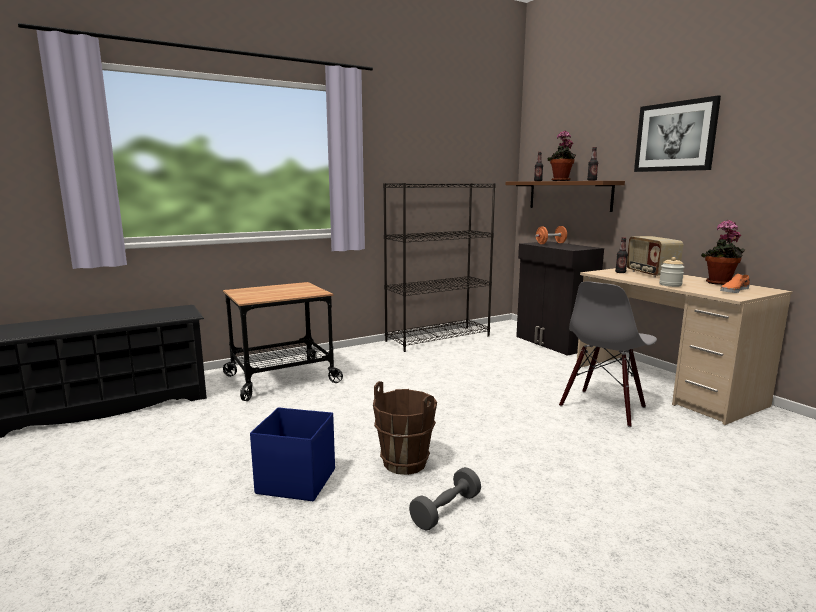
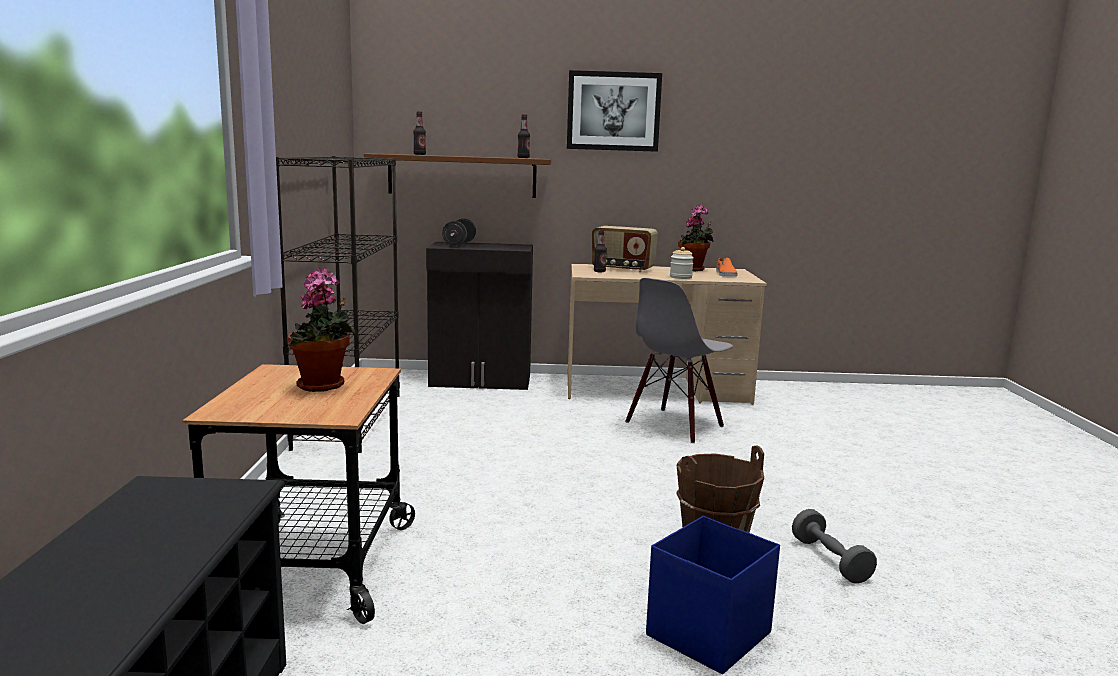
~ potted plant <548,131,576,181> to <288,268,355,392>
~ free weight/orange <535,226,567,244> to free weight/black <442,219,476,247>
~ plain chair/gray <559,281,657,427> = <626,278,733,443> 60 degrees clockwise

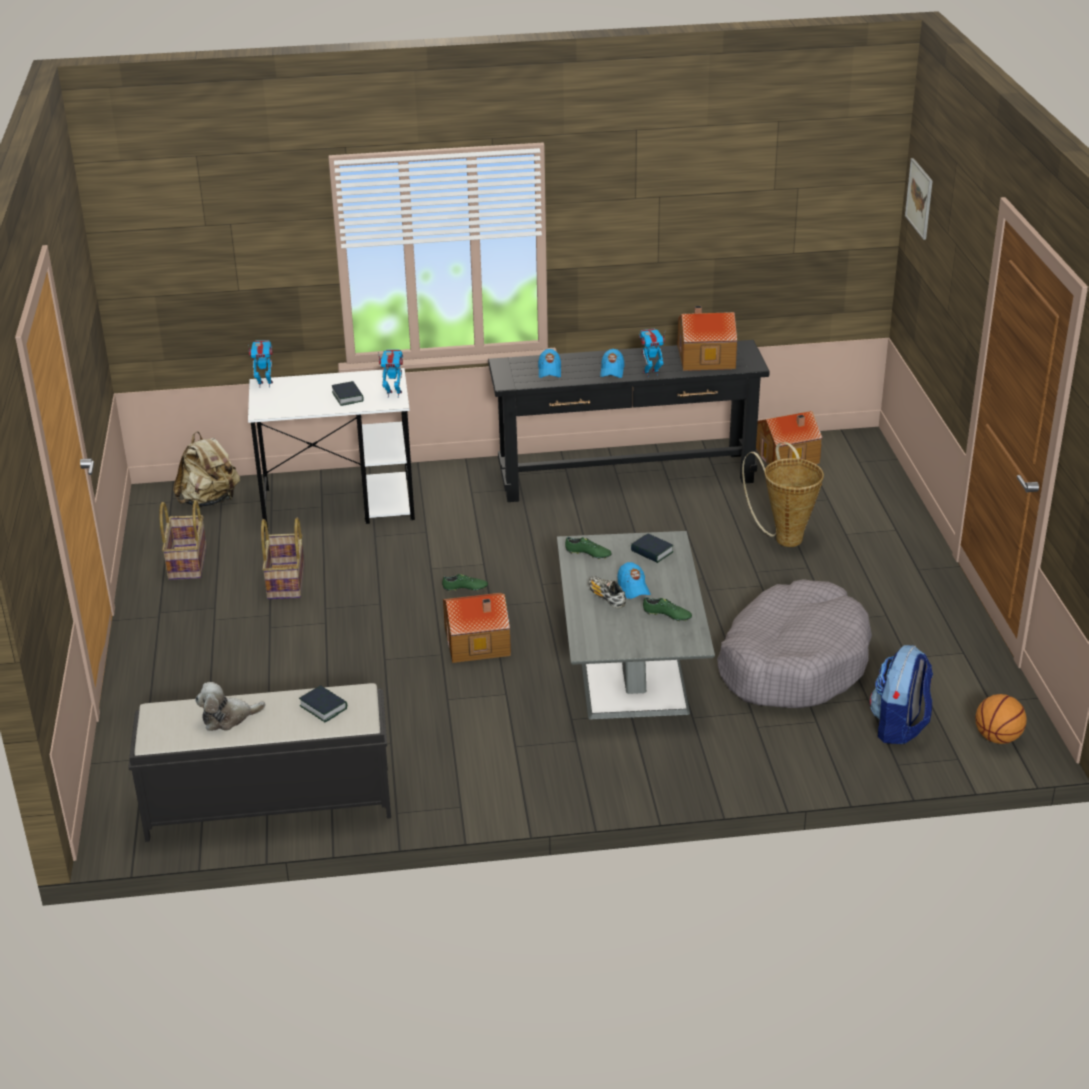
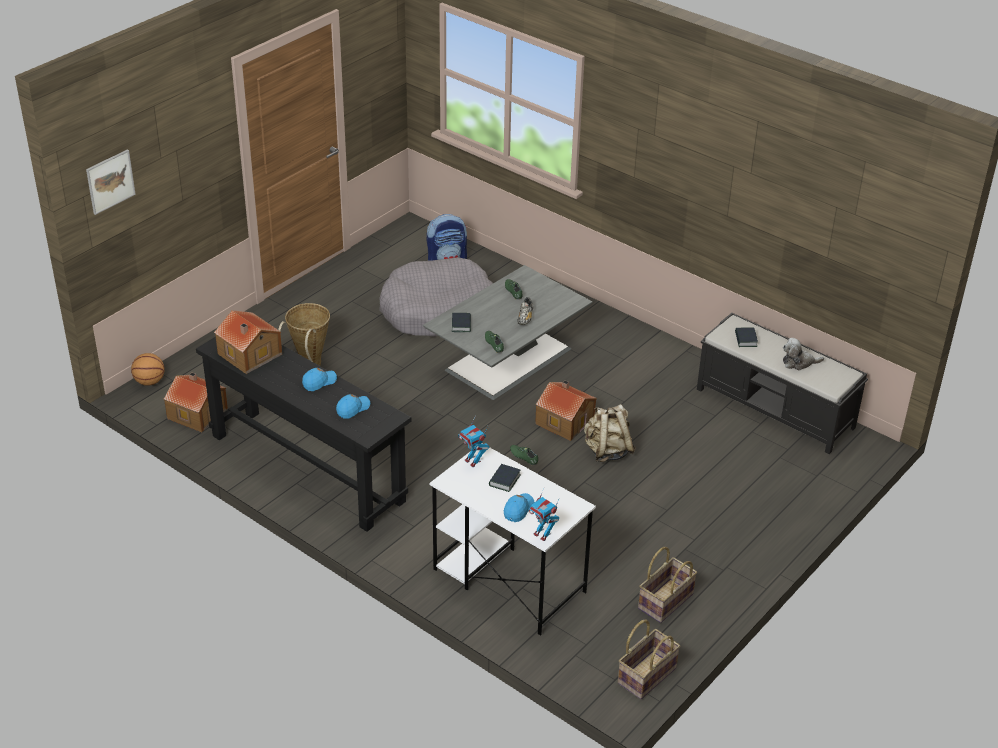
- robot figure <639,328,666,377>
~ backpack/beige <173,431,240,507> to <584,404,636,462>
~ household basket <261,518,304,599> to <618,620,680,699>
~ cap/blue <617,562,651,599> to <504,493,534,522>
~ cuddly toy <195,682,266,731> = <783,338,824,370> 150 degrees clockwise
~ basketball <975,694,1027,744> to <131,353,165,386>

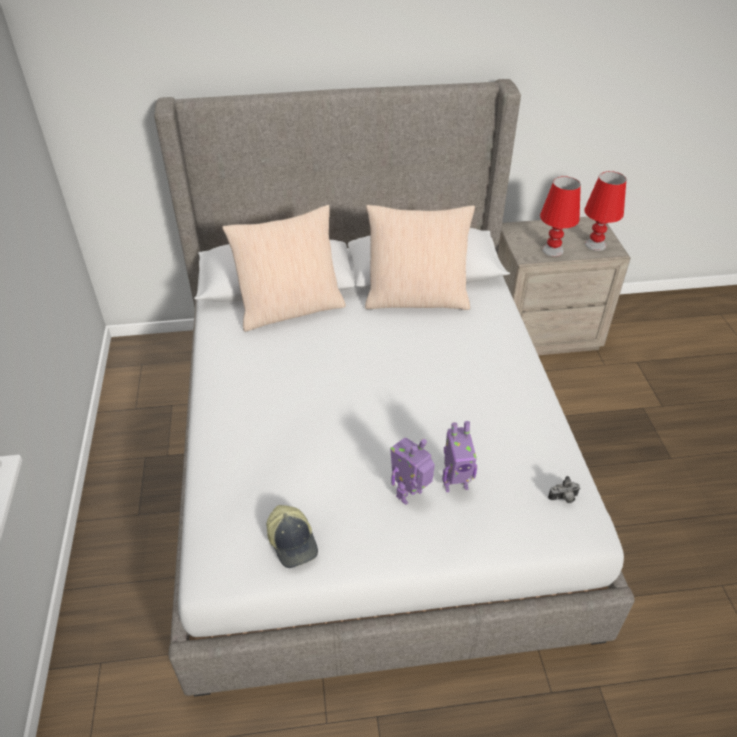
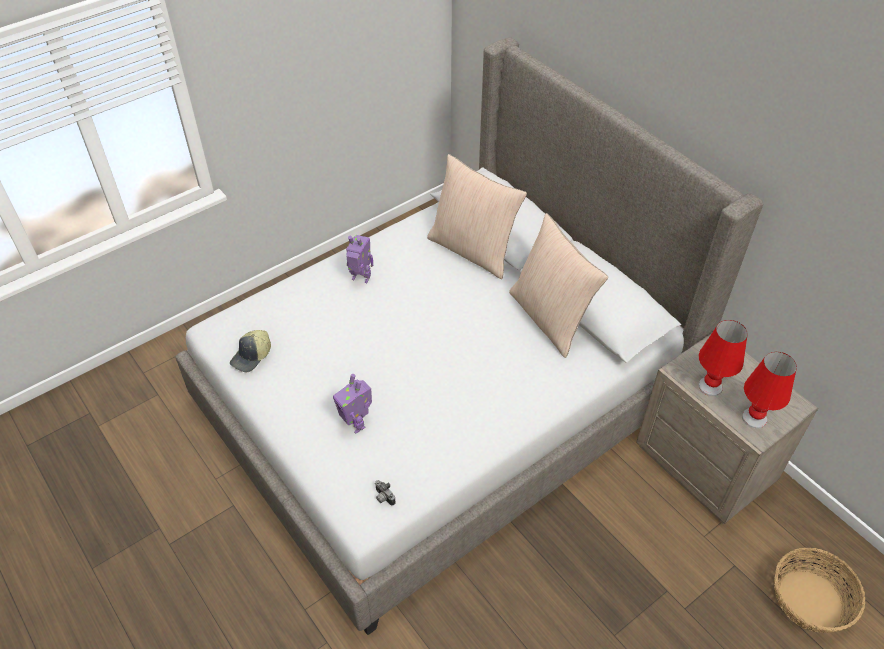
~ robot figure <390,438,435,505> to <346,235,373,283>
+ household basket <774,548,865,633>

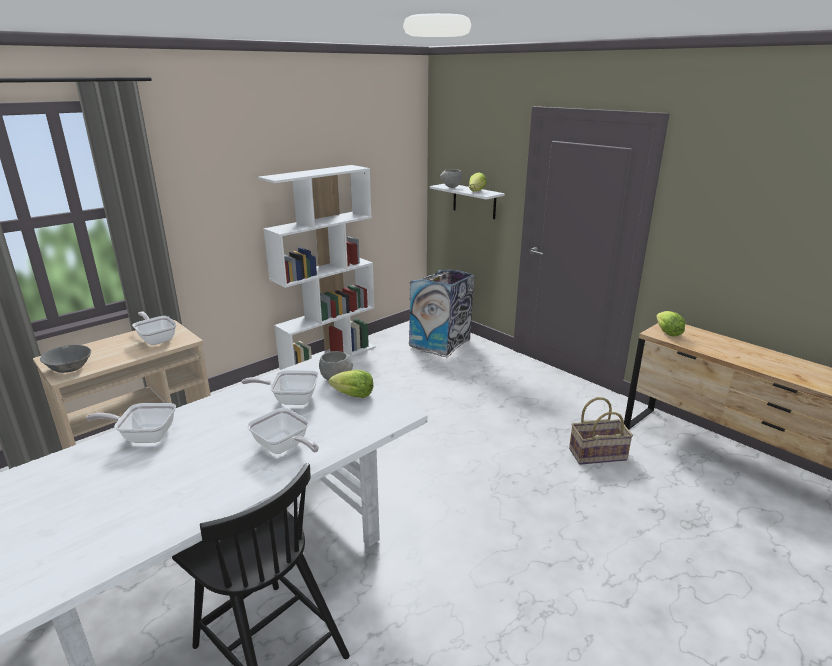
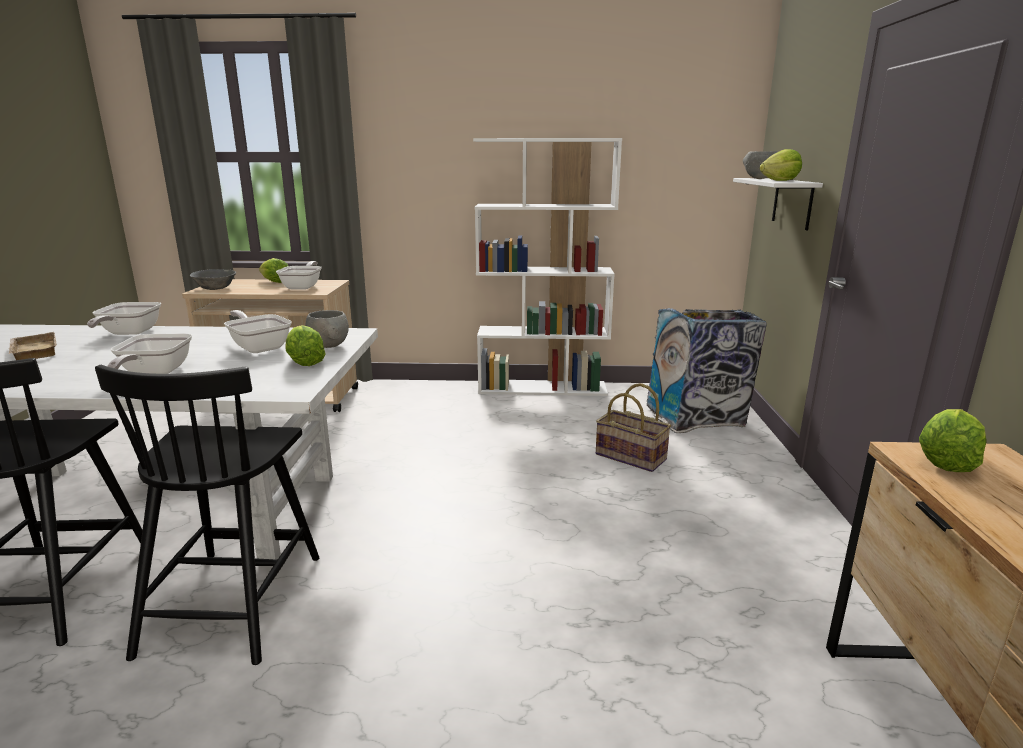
~ household basket <569,397,633,465> to <596,383,671,472>
~ skillet <86,403,176,443> = <87,302,161,335> 135 degrees counterclockwise
+ lettuce <259,258,288,283>
+ carrying tray/beige <9,332,57,360>
+ plain chair/black <95,365,319,665>

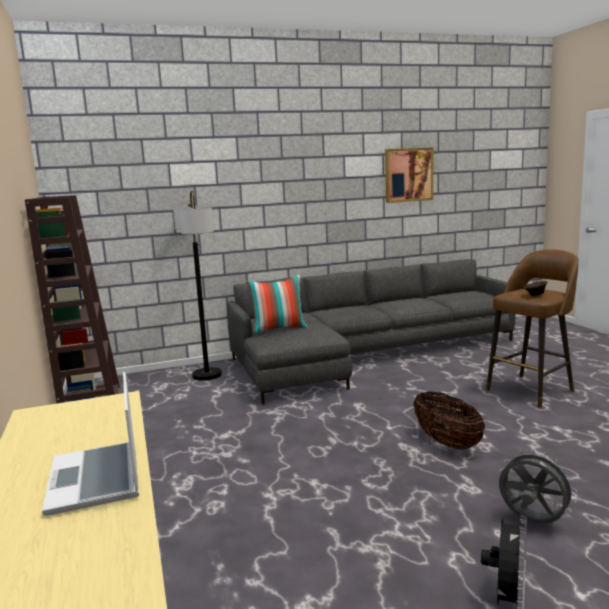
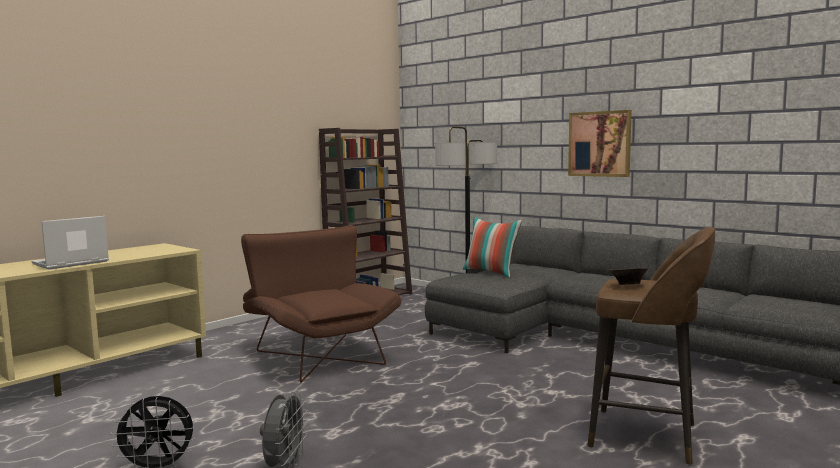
~ wall picture <385,148,433,203> to <568,110,632,177>
- household basket <414,392,485,450>
+ armchair/brown <241,225,402,383>

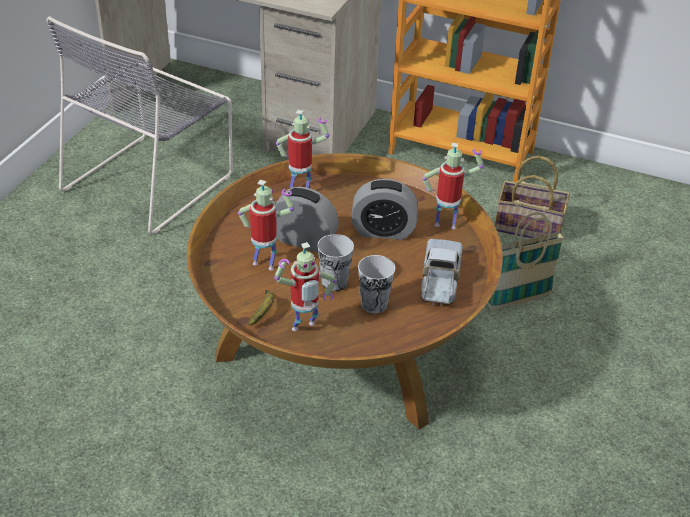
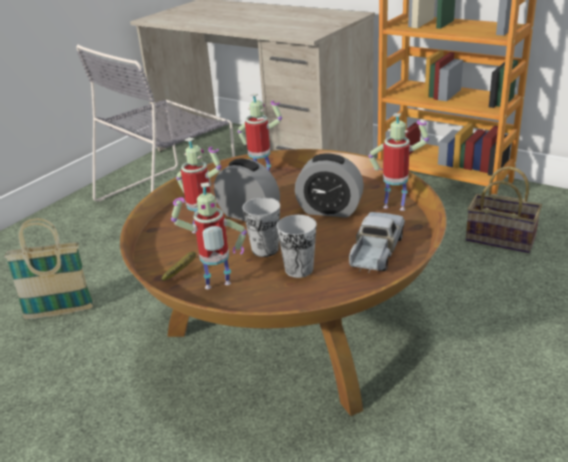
~ household basket <487,212,564,310> to <4,218,93,320>

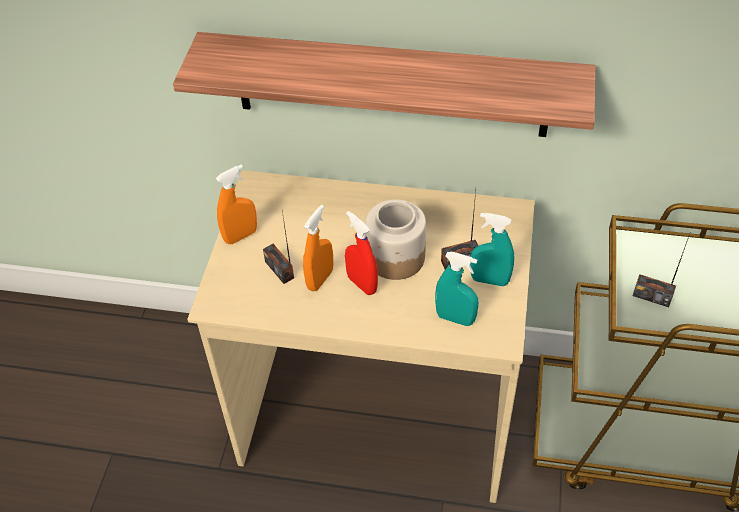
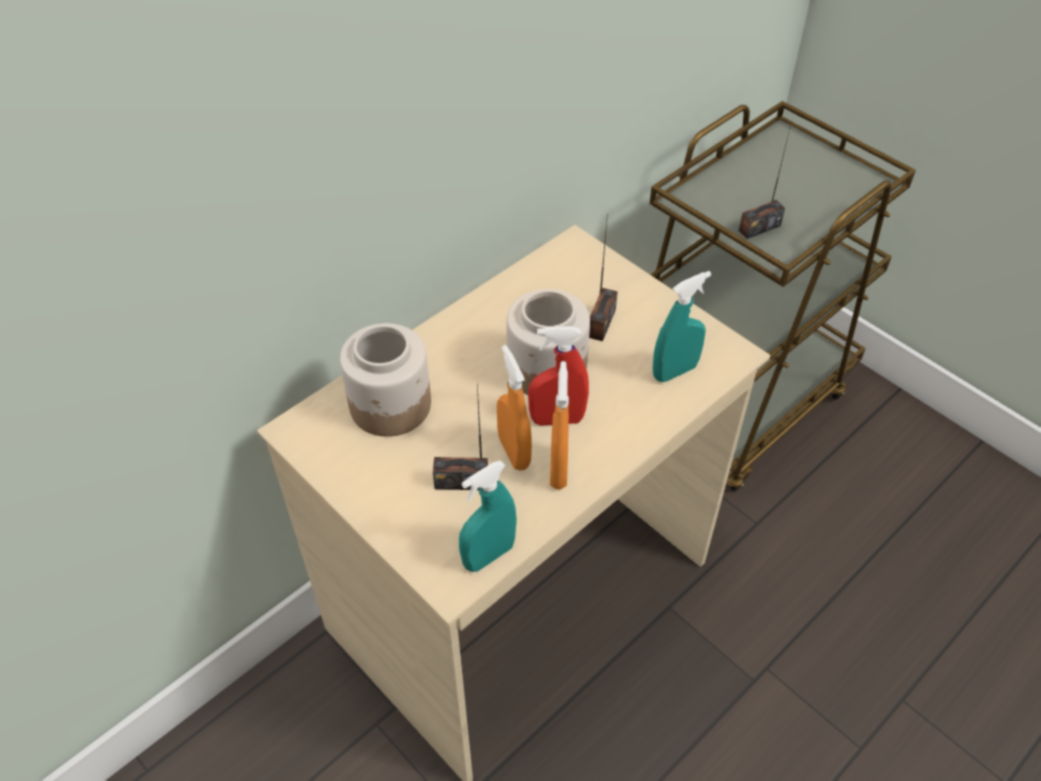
- wall shelf <173,32,596,137>
~ spray bottle/orange <216,164,257,244> to <550,361,569,489>
~ spray bottle/turquoise <470,213,514,286> to <459,461,517,572>
+ jar <340,323,431,437>

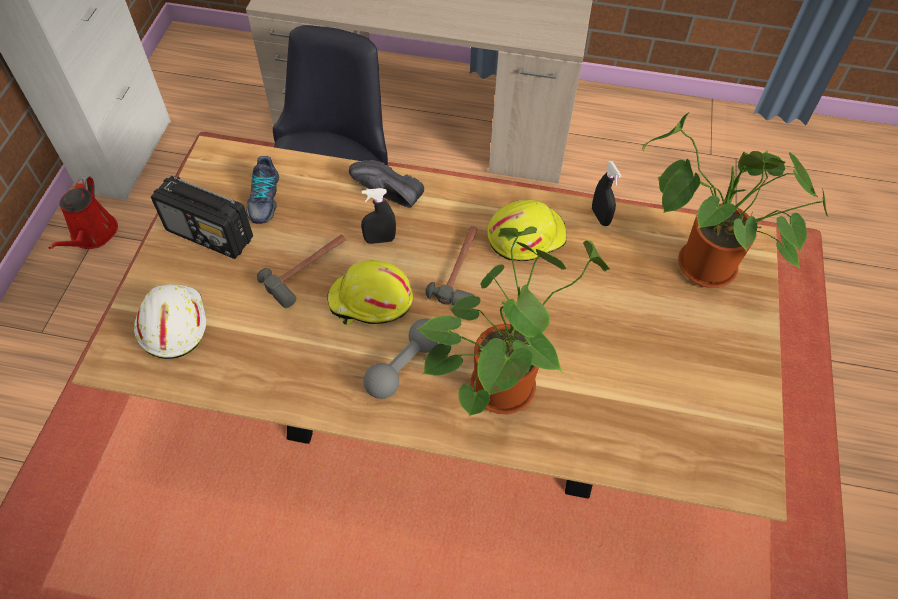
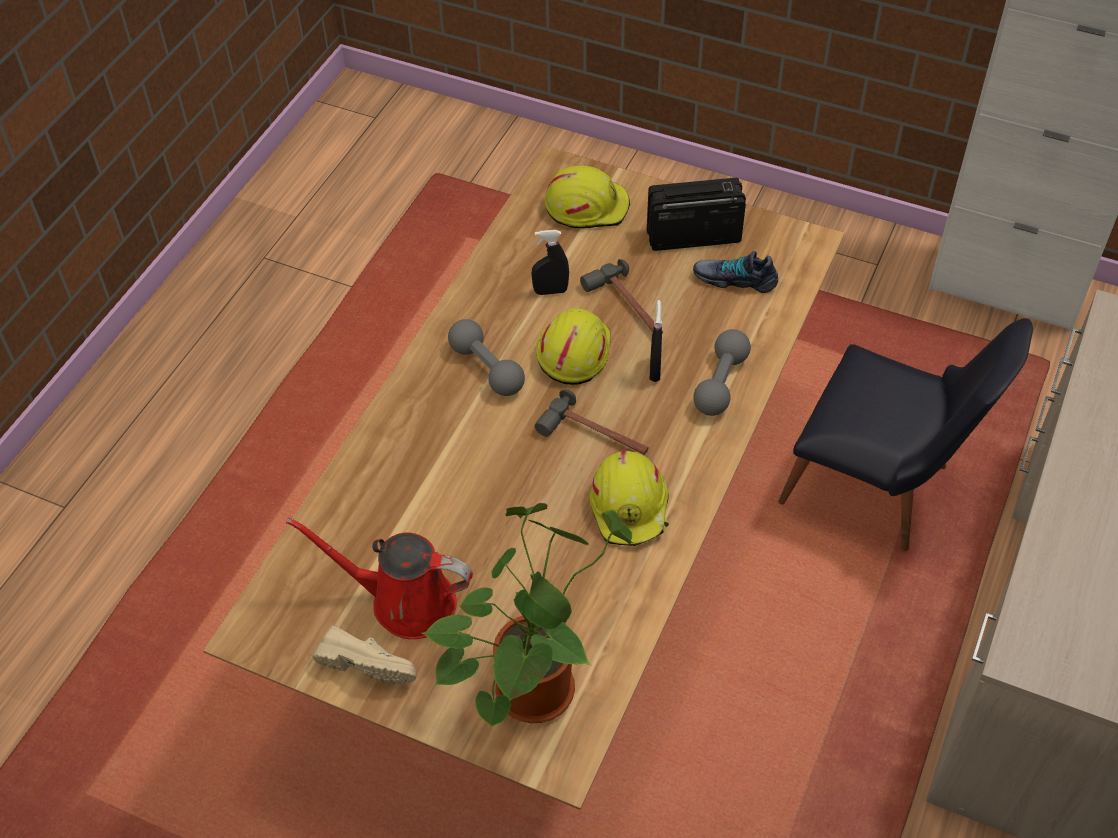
~ item of footwear/black <349,160,424,208> to free weight/gray <693,329,751,416>
~ spray bottle/black <592,161,621,226> to <531,230,569,295>
~ sprinkling can/red <49,176,118,249> to <286,517,473,639>
~ radio receiver <151,176,253,259> = <647,178,746,251> 45 degrees clockwise
- potted plant <416,226,610,417>
~ work helmet/white <134,284,206,359> to work helmet/yellow <545,166,630,229>
+ item of footwear/beige <313,625,417,685>

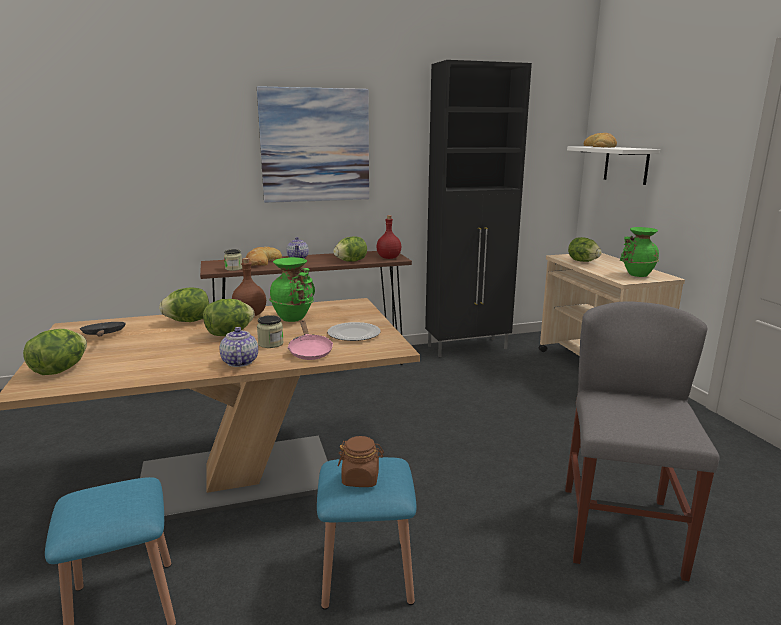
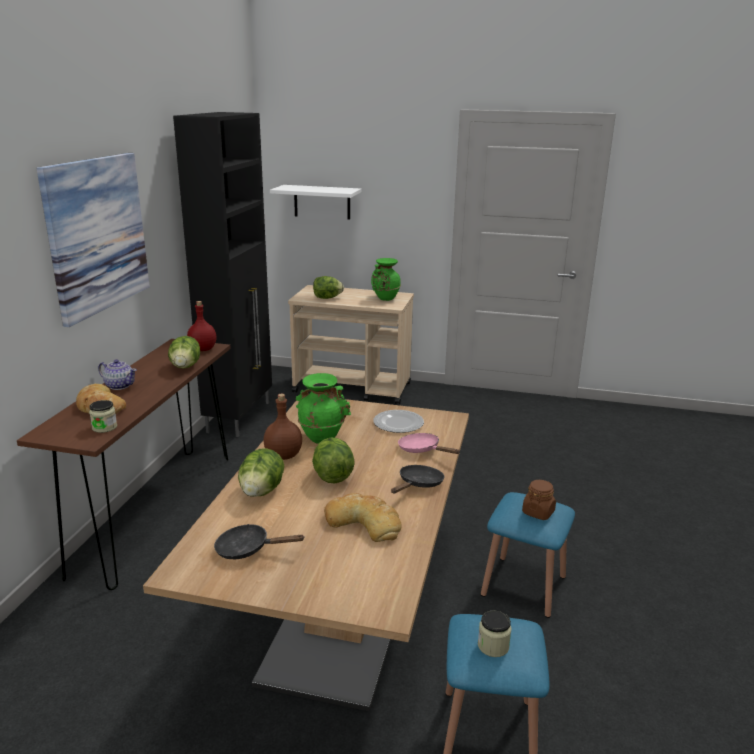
~ bakery bread <584,133,617,147> to <324,493,401,542>
- plain chair/gray <565,301,719,581>
~ jar <257,315,284,348> to <478,611,511,657>
~ skillet/pink <287,320,333,360> = <398,433,460,454> 150 degrees counterclockwise
~ pot for tea <220,327,258,367> to skillet/black <391,465,444,493>
- lettuce <23,329,87,375>

